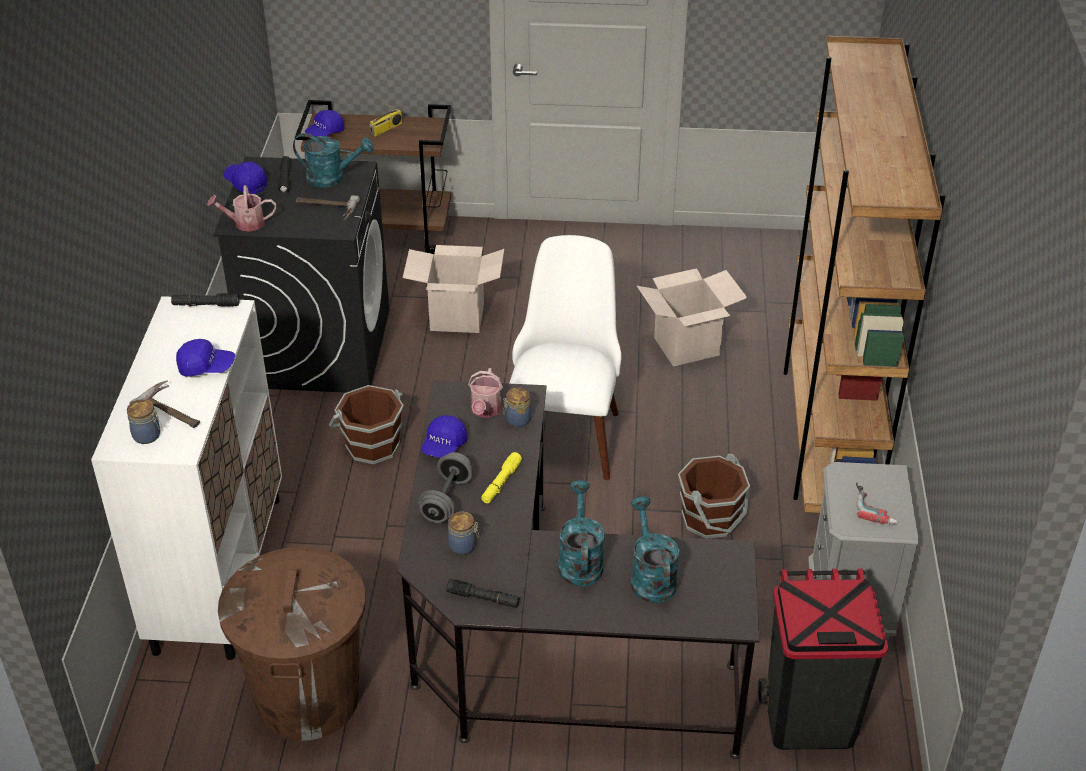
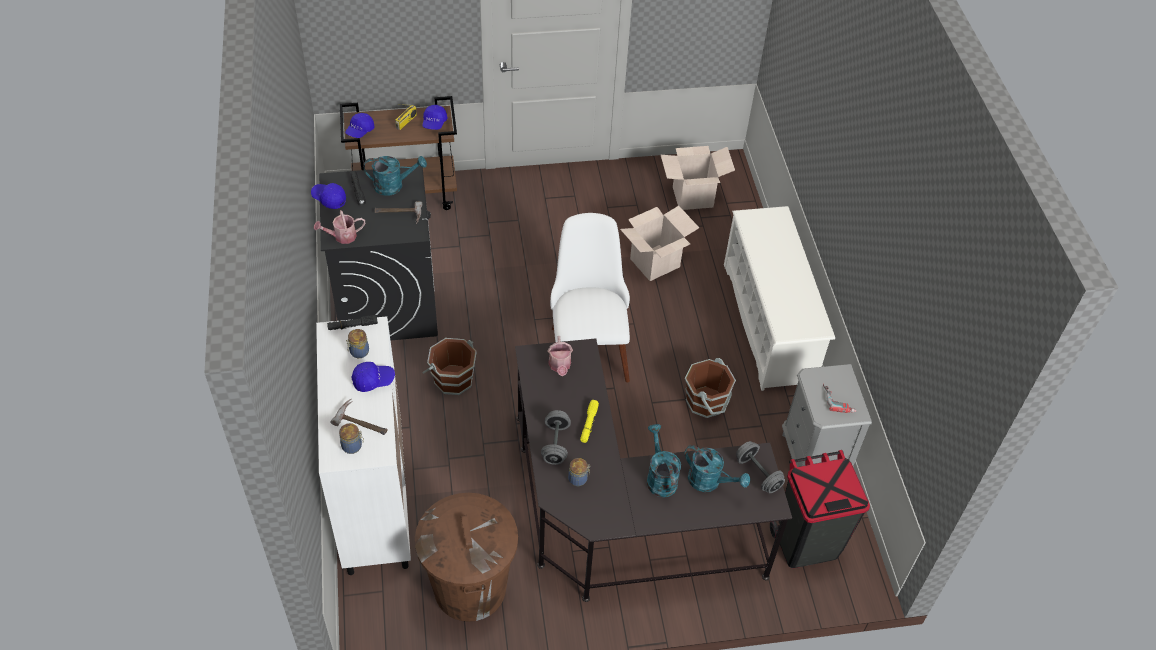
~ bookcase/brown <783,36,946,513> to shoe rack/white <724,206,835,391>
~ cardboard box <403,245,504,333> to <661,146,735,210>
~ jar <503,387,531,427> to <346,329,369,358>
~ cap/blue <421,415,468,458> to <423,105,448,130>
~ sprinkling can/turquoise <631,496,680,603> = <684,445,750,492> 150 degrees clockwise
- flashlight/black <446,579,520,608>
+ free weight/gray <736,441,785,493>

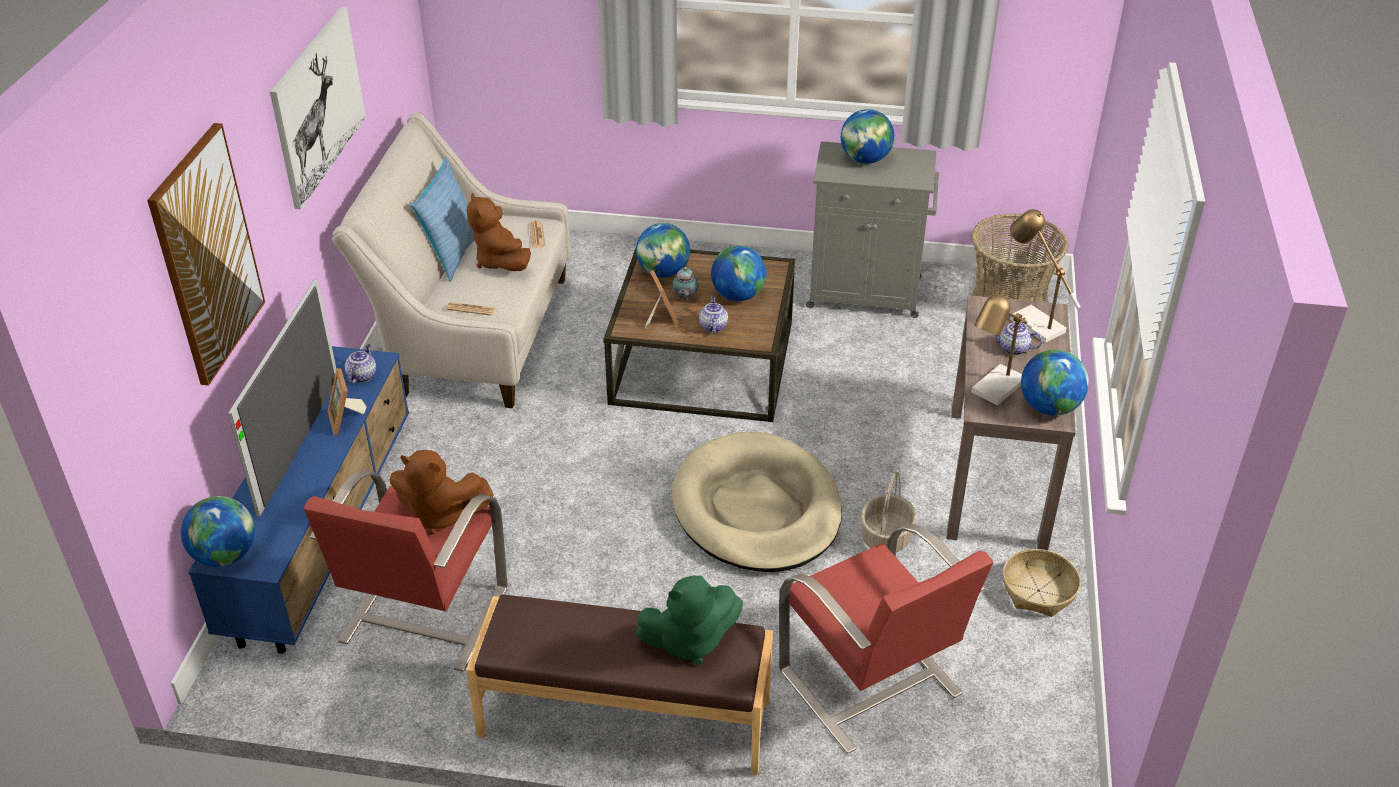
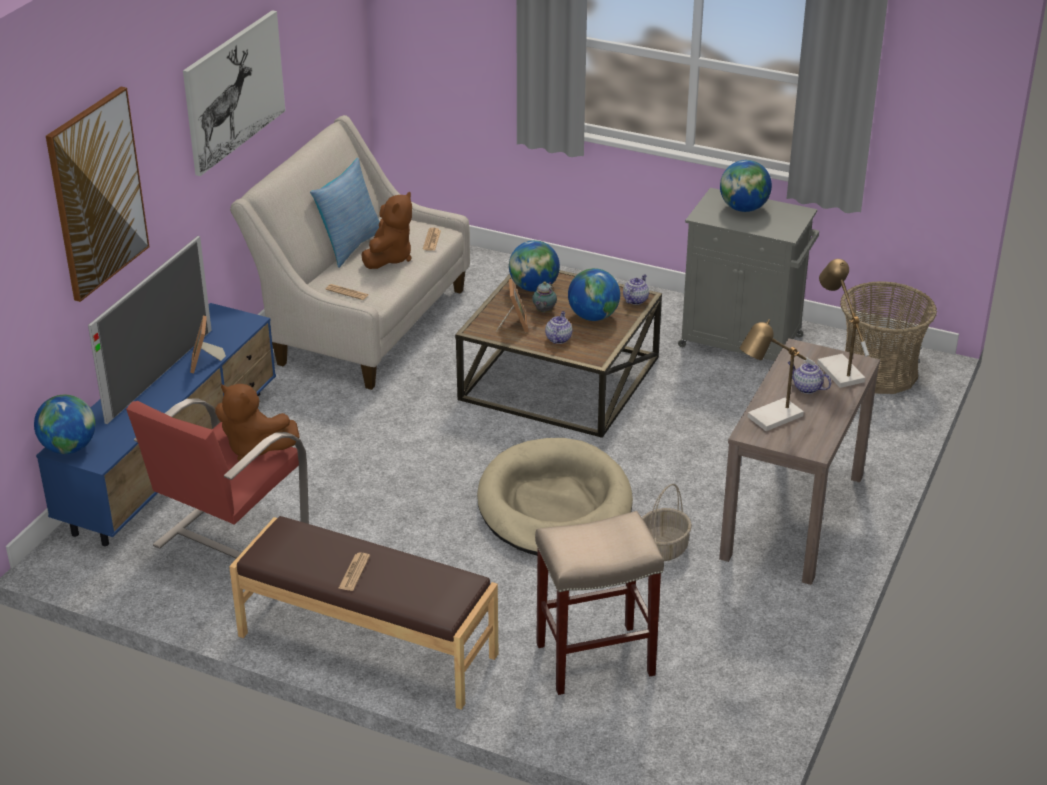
~ cuddly toy/brown <467,193,531,271> = <361,192,412,269> 150 degrees counterclockwise
~ pot for tea <345,344,376,384> to <623,274,649,305>
- desk globe <1021,350,1089,416>
~ armchair/red <779,524,994,754> to stool seat/beige <535,511,664,695>
- household basket <1003,549,1081,617>
- cuddly toy/green <636,576,743,665>
+ newspaper <338,553,370,591>

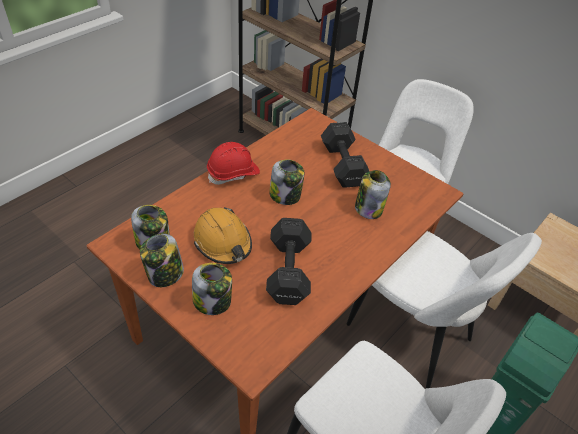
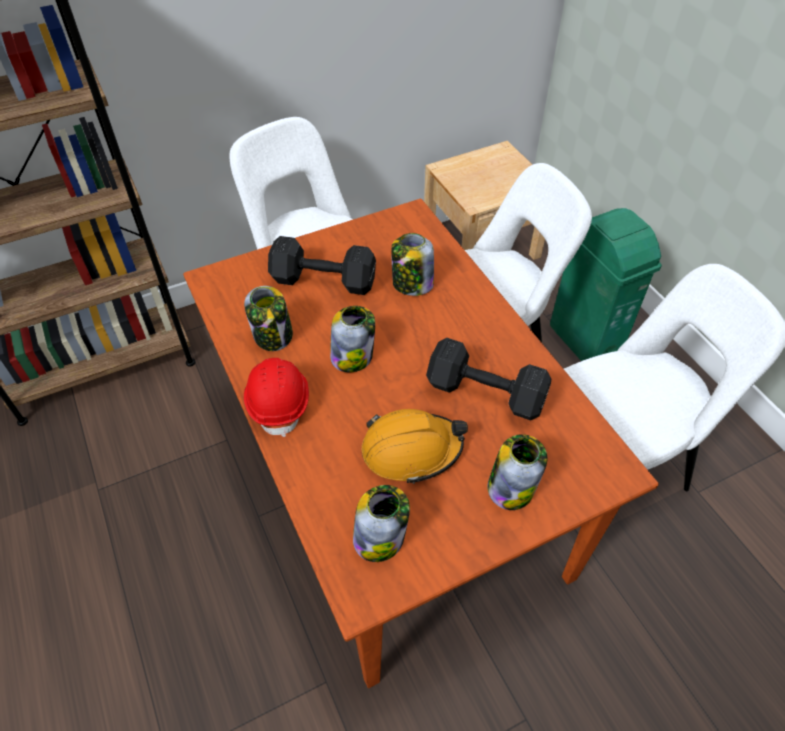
~ jar <140,234,184,287> to <244,286,293,351>

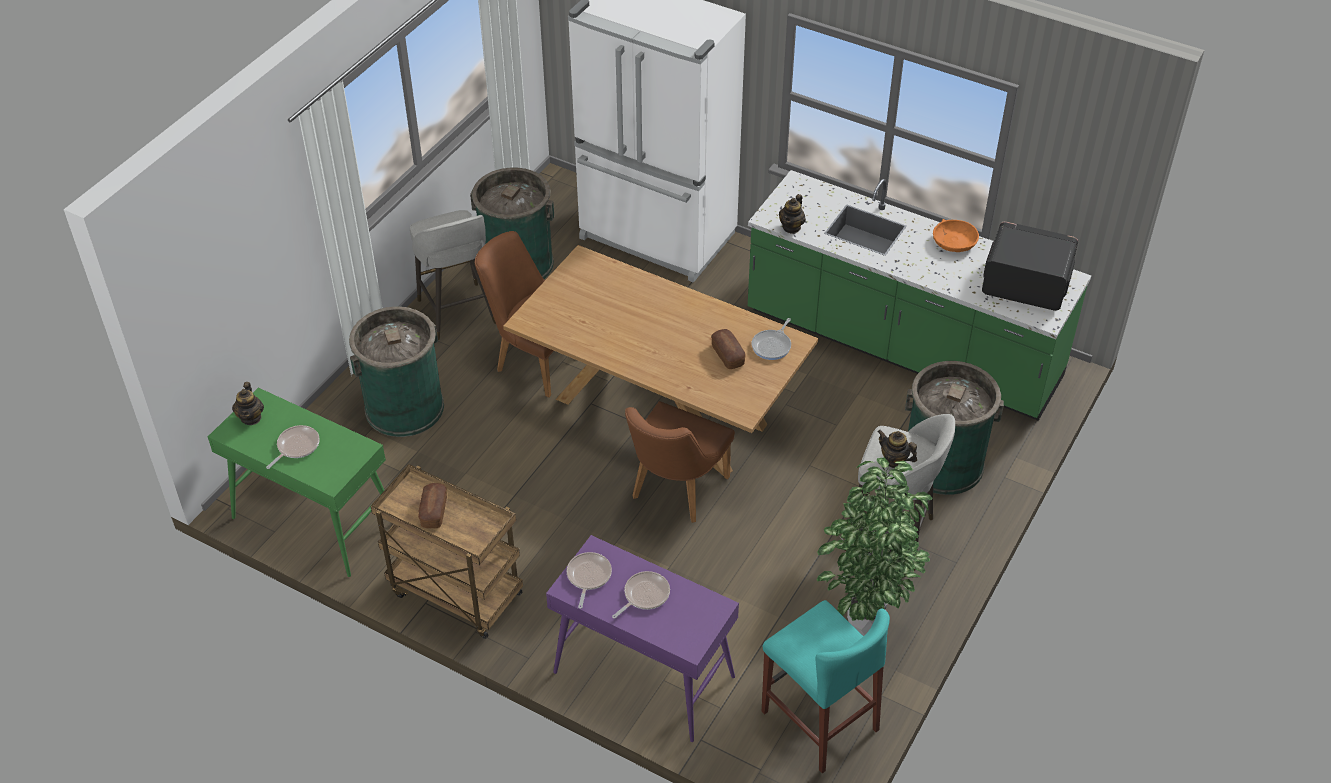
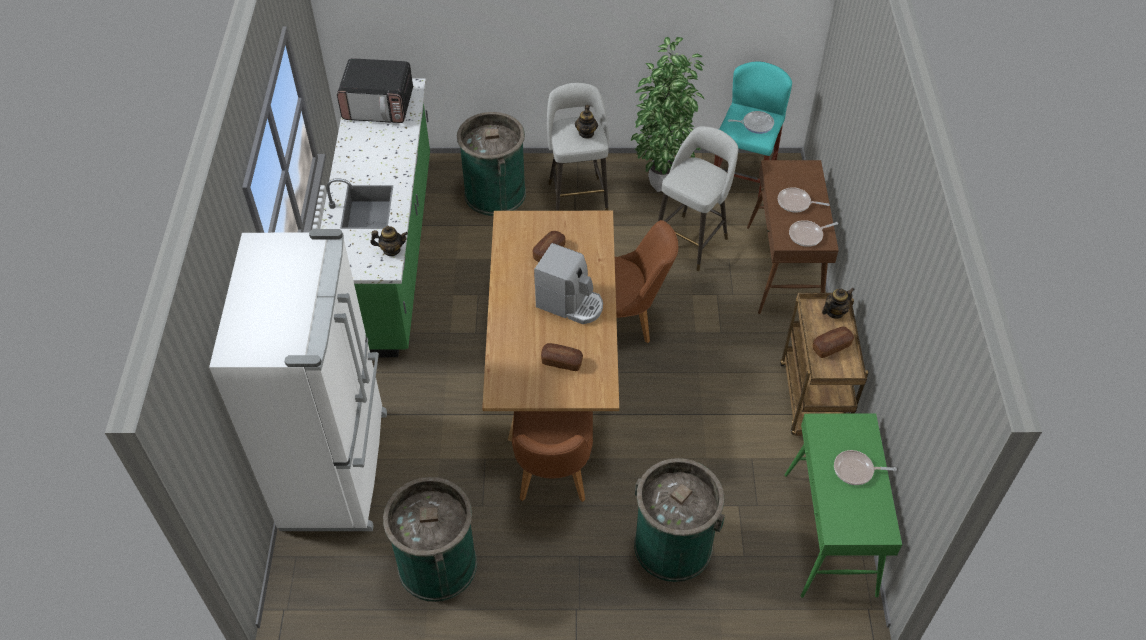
~ stool seat/gray <410,210,496,340> to <658,126,738,271>
- serving bowl/orange <933,219,979,252>
~ microwave oven <982,221,1078,311> = <337,58,413,123> 75 degrees counterclockwise
~ skillet <752,318,791,360> to <728,111,774,134>
~ pot for tea <232,382,264,425> to <822,288,855,318>
~ console table/purplish <546,535,739,742> to console table/brown <747,160,839,314>
+ coffee machine <534,243,603,324>
+ bakery bread <541,343,583,371>

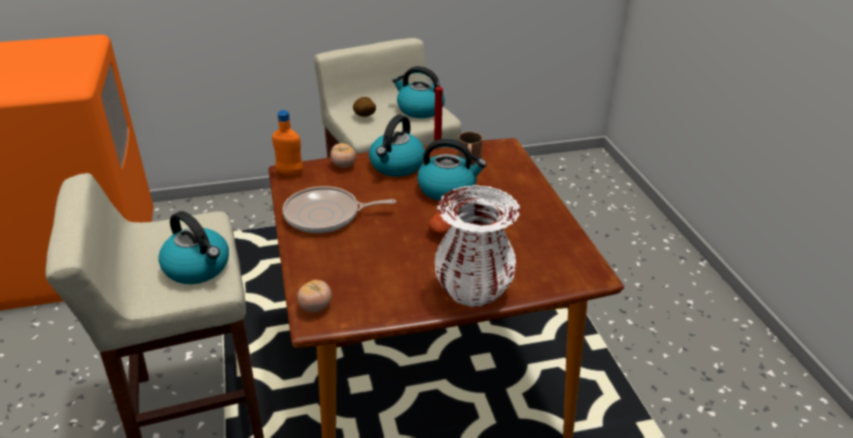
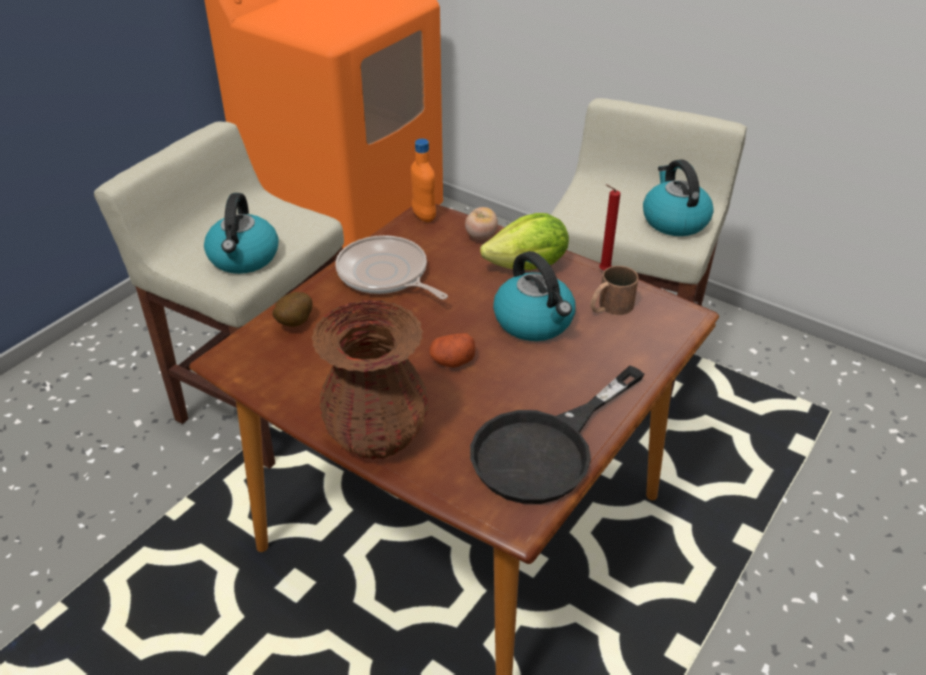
~ potato <353,97,376,117> to <272,292,313,327>
~ kettle <369,115,425,177> to lettuce <480,213,569,270>
~ flower vase/white <435,185,520,307> to flower vase/brown <312,300,428,459>
- fresh tomato <297,280,332,313>
+ skillet/black <470,365,644,504>

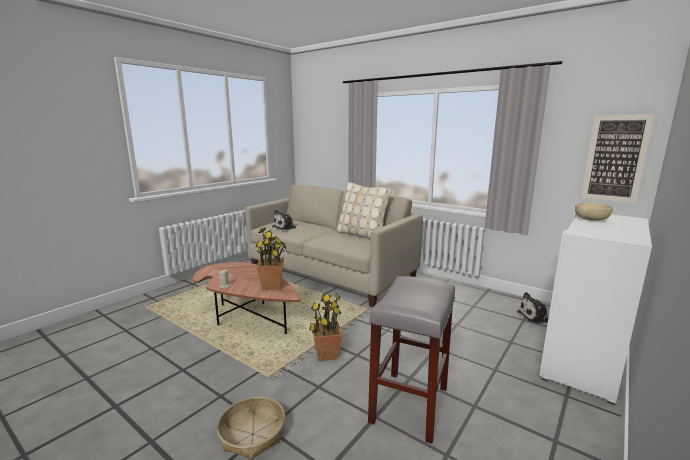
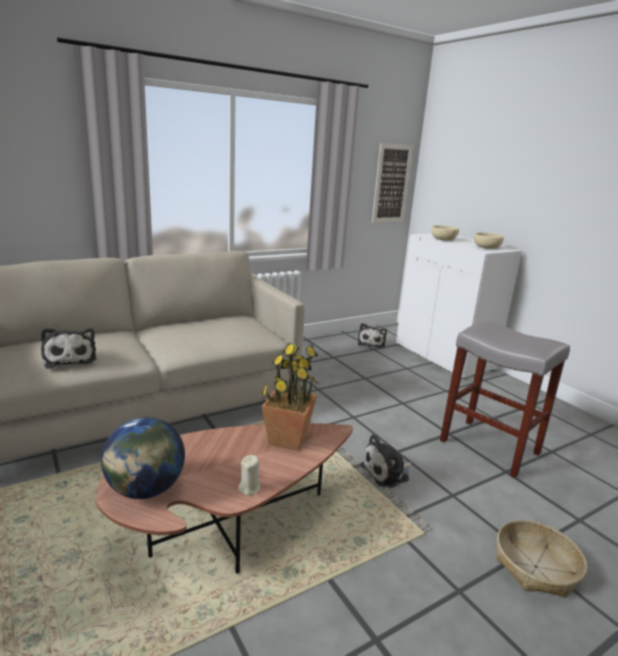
- pillow/beige <336,182,392,239>
~ potted plant <309,292,342,361> to cuddly toy <360,434,412,488>
+ serving bowl/beige <474,233,504,249>
+ desk globe <101,417,185,499>

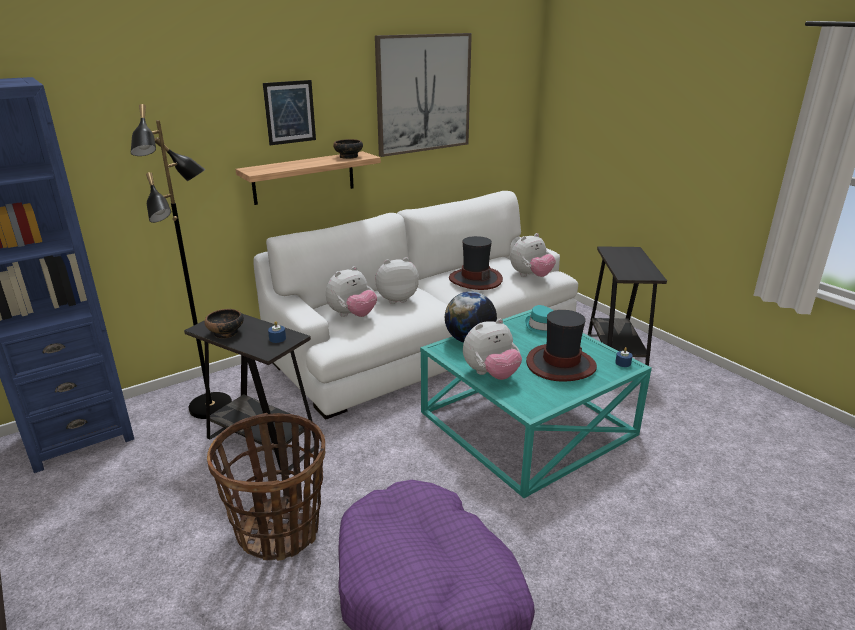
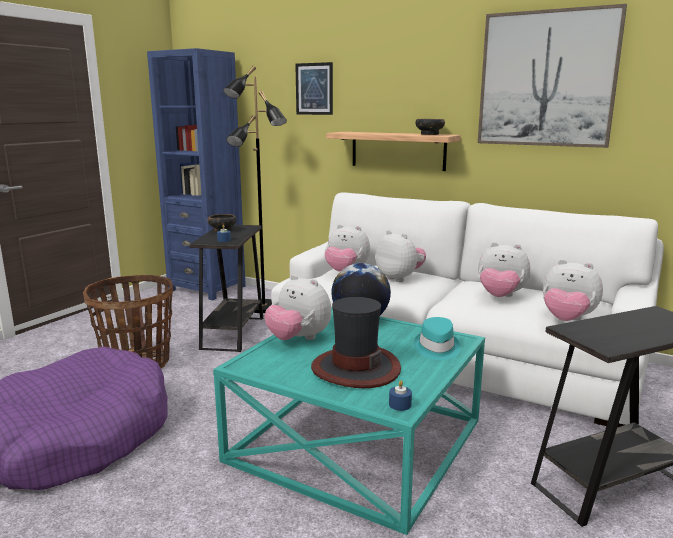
~ wall picture <263,80,316,145> to <295,62,333,115>
~ hat <449,236,503,290> to cuddly toy <478,242,530,297>

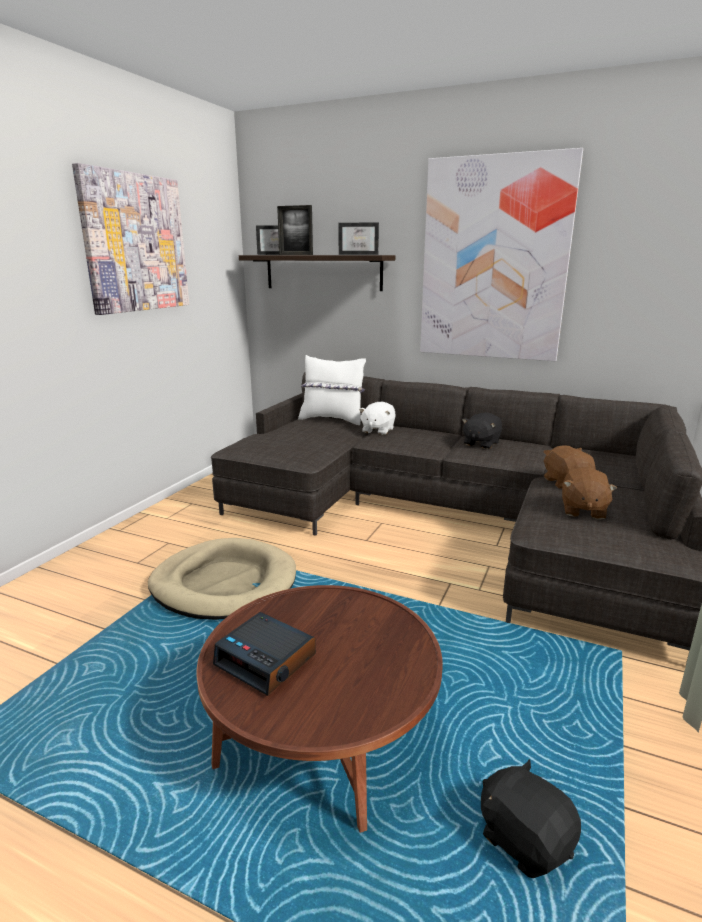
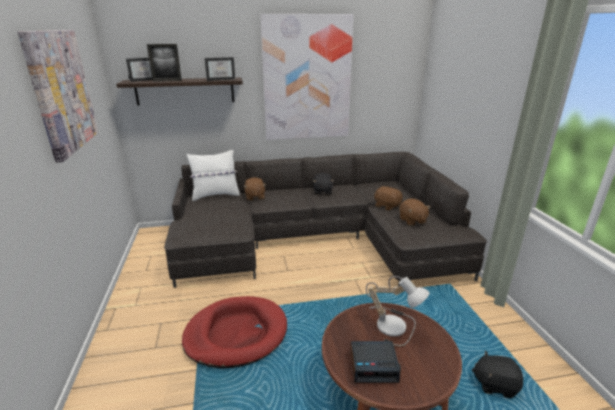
~ cuddly toy/white <359,402,396,435> to cuddly toy/brown <244,177,266,201>
~ pet bed/beige <148,538,296,620> to pet bed/red <182,296,287,369>
+ table lamp <366,276,429,346>

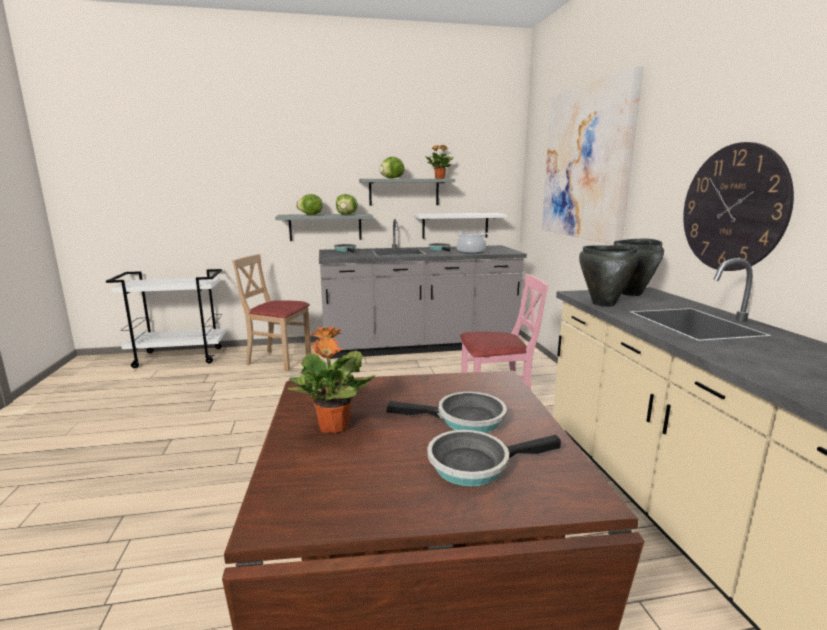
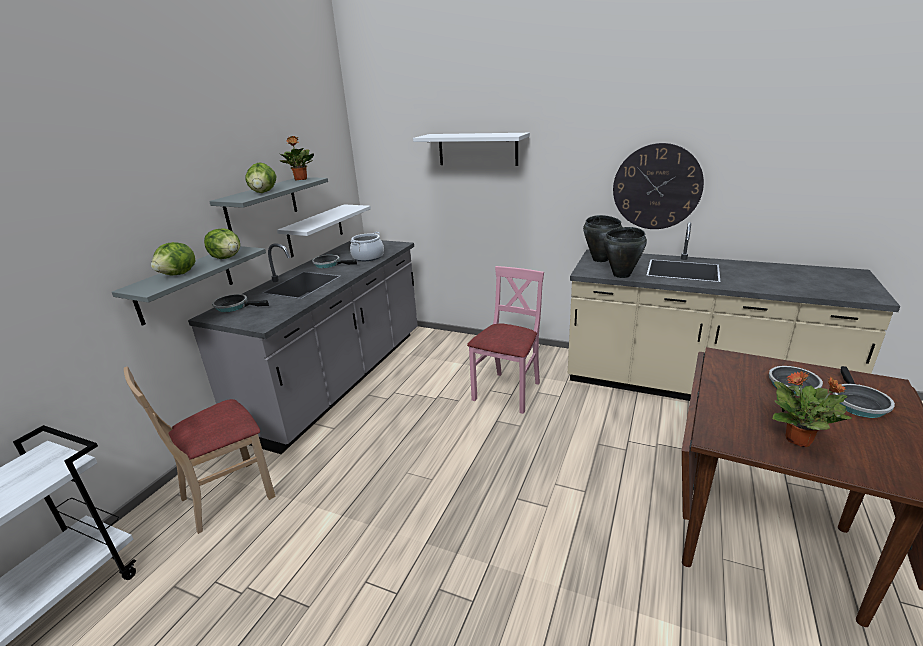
~ wall picture <542,66,643,245> to wall shelf/white <413,133,530,166>

